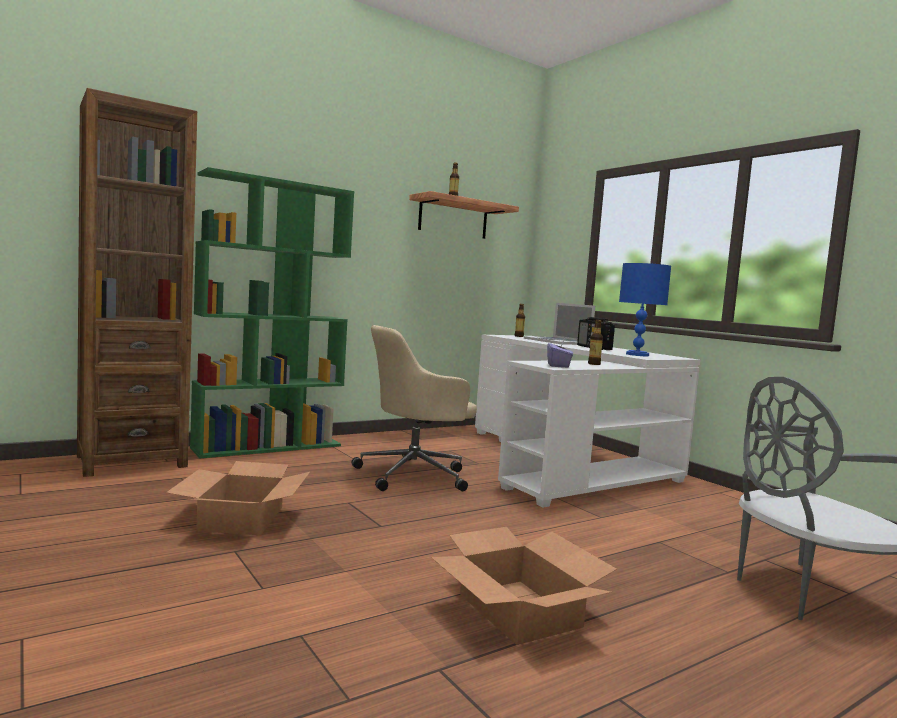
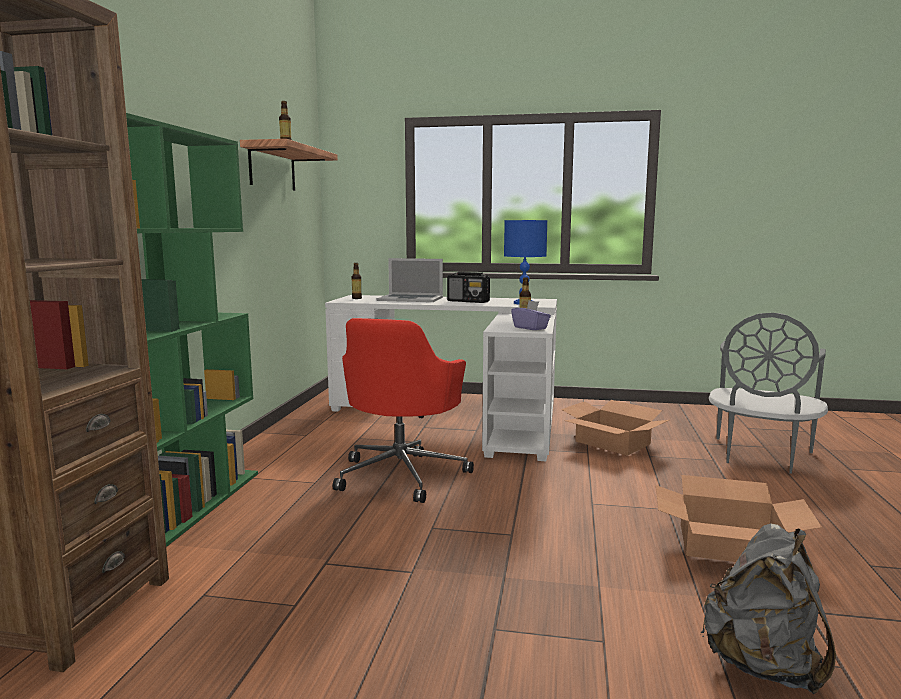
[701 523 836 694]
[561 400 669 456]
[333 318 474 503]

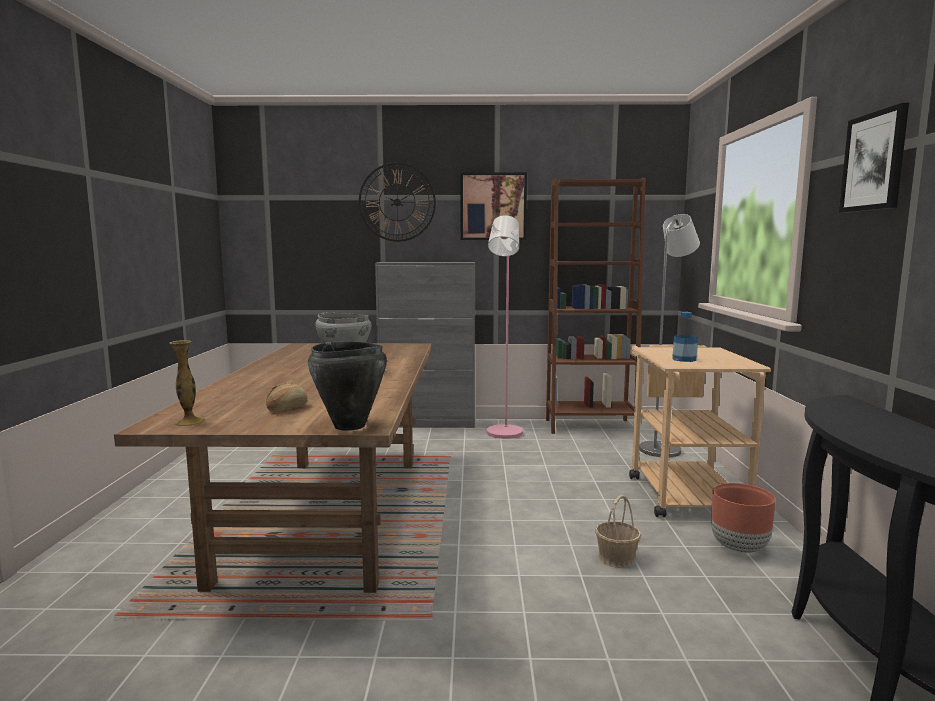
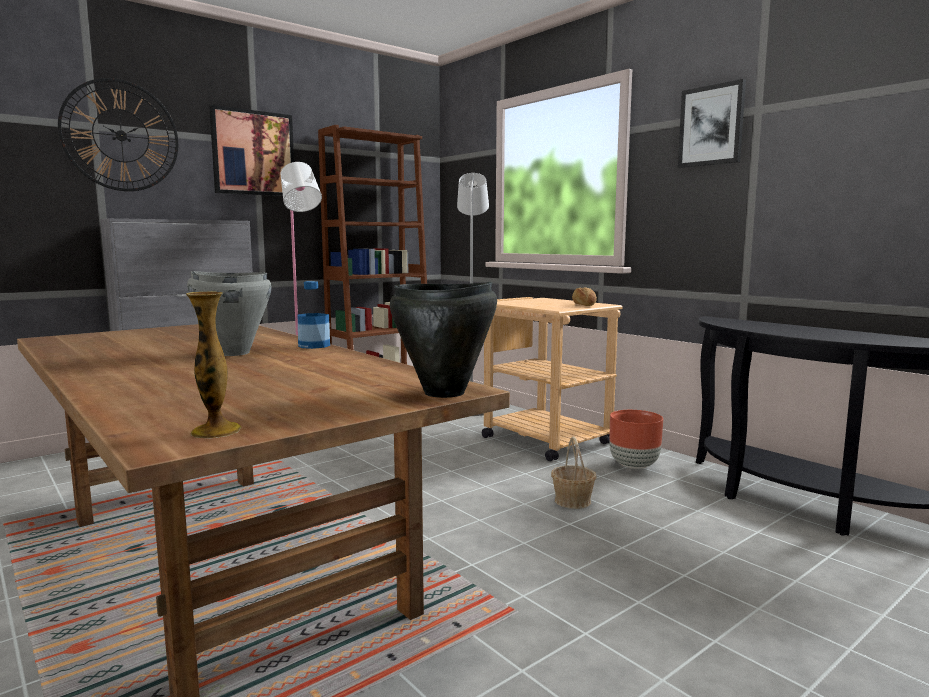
[572 287 597 306]
[298 281 330 349]

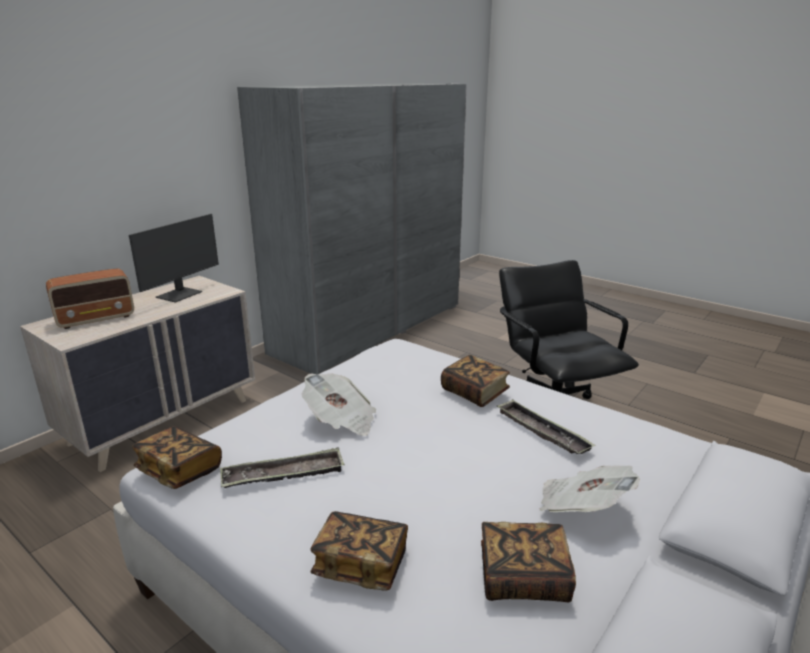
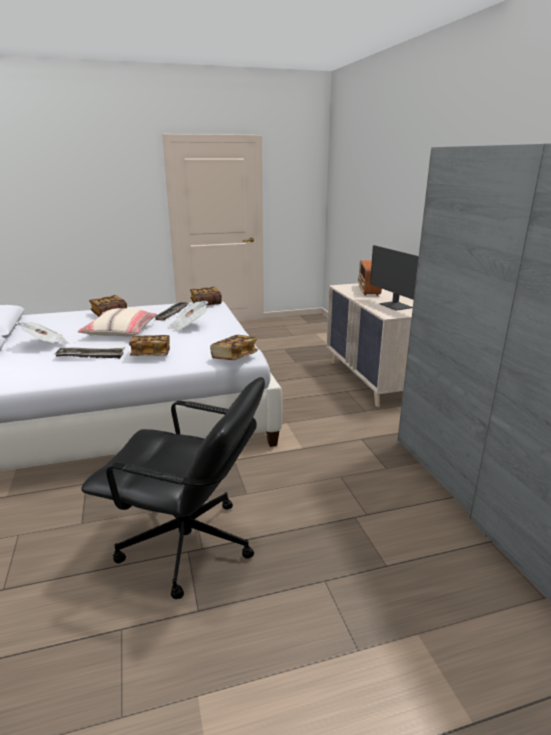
[77 308 157 337]
[210 335 258 360]

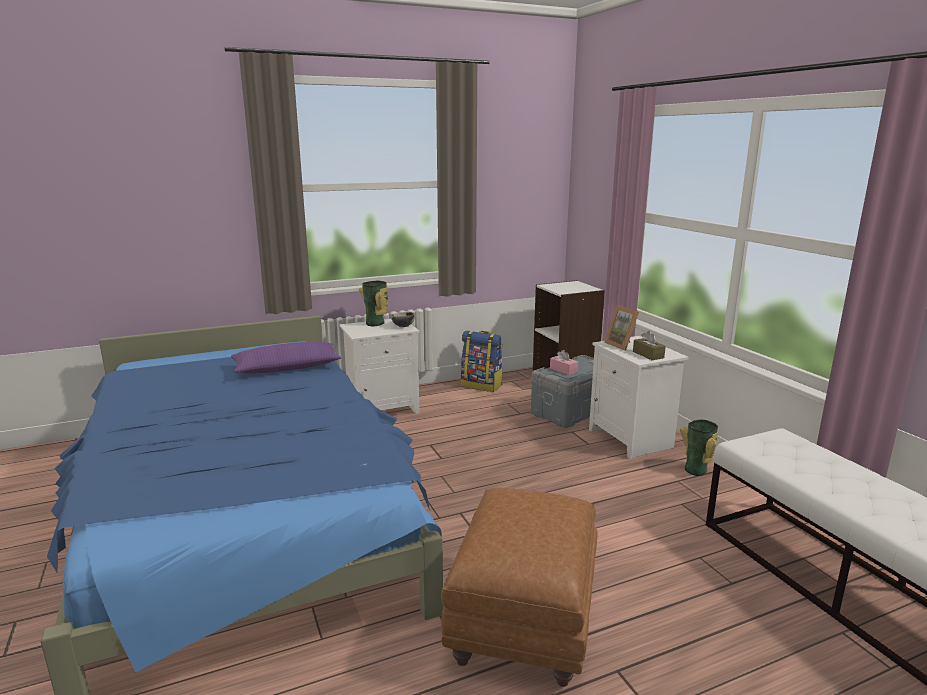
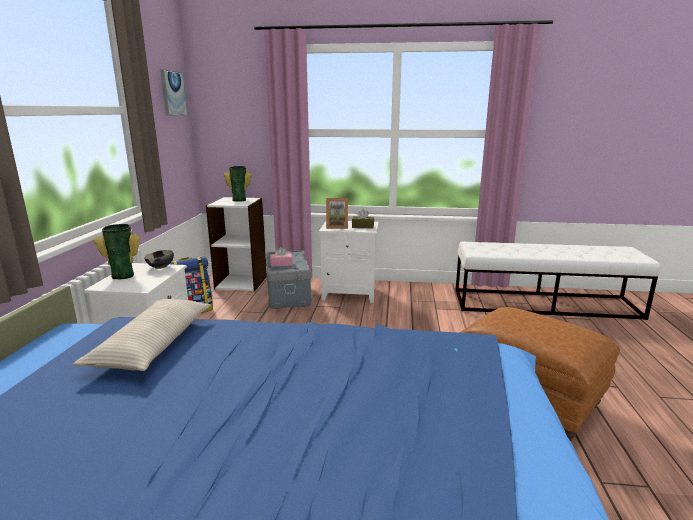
[160 69 188 116]
[224 166 252 202]
[73 299 211 371]

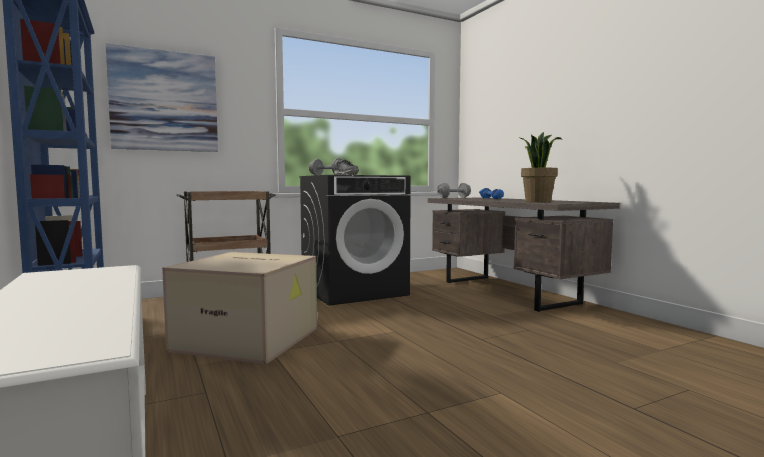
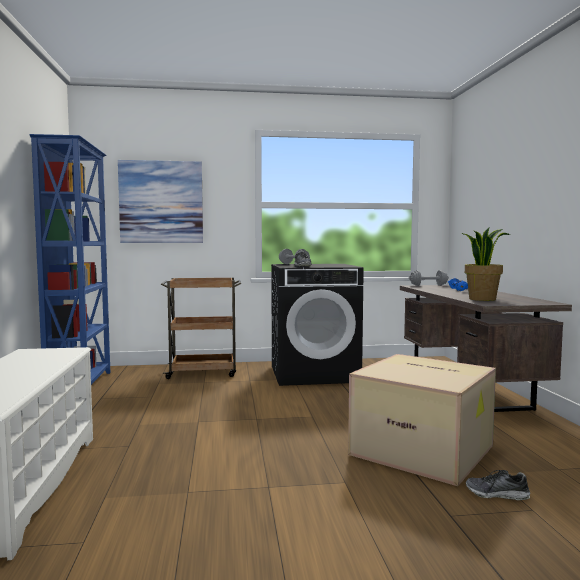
[466 470 530 500]
[348 354 496 486]

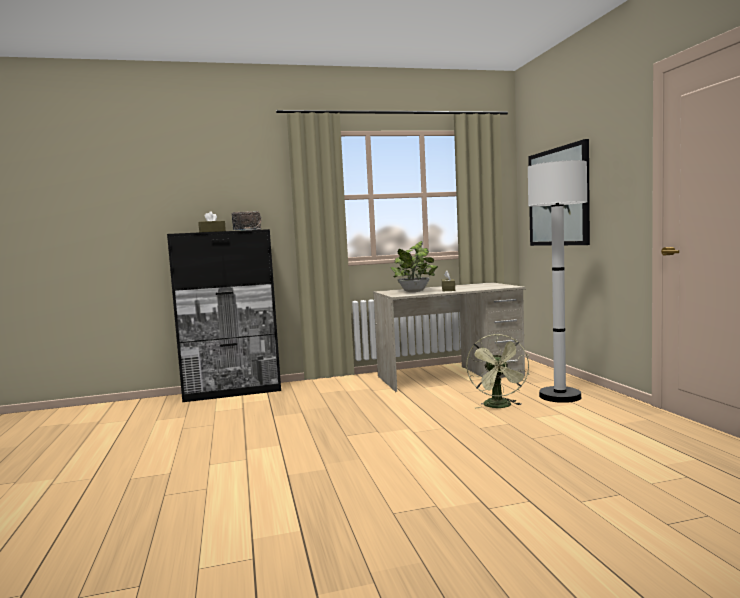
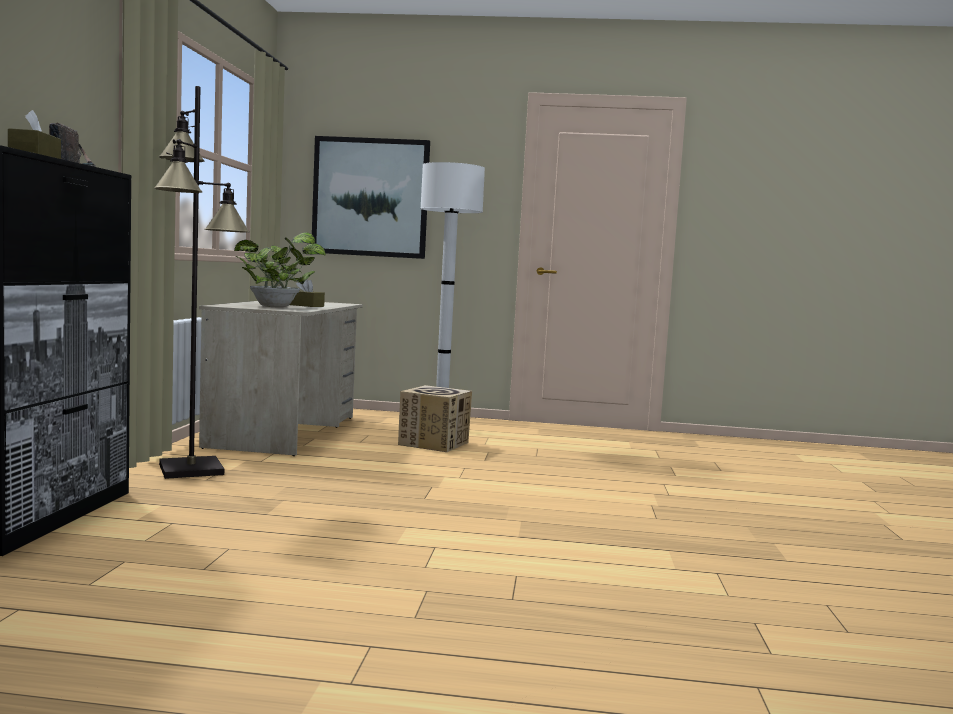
[154 86 250 479]
[398 385 472 452]

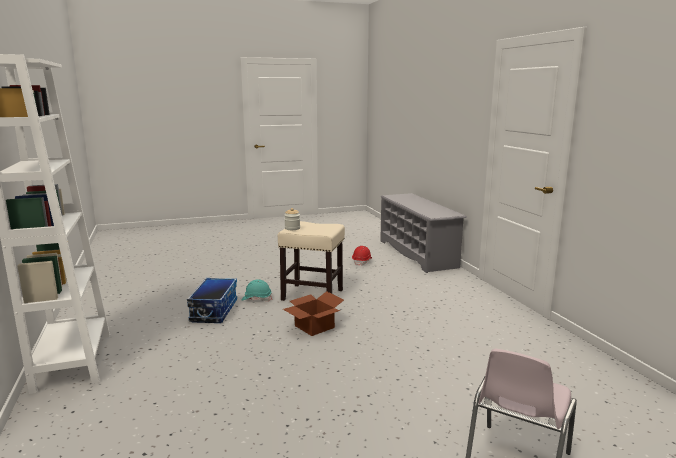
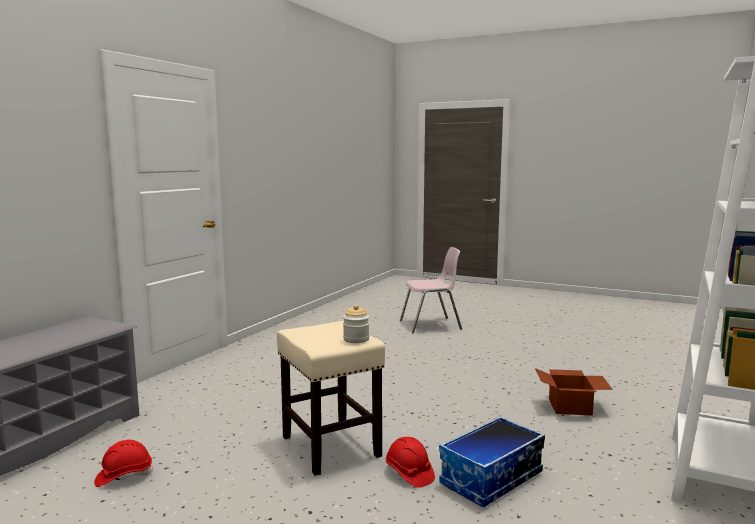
[535 368 613 415]
[385 437 435 488]

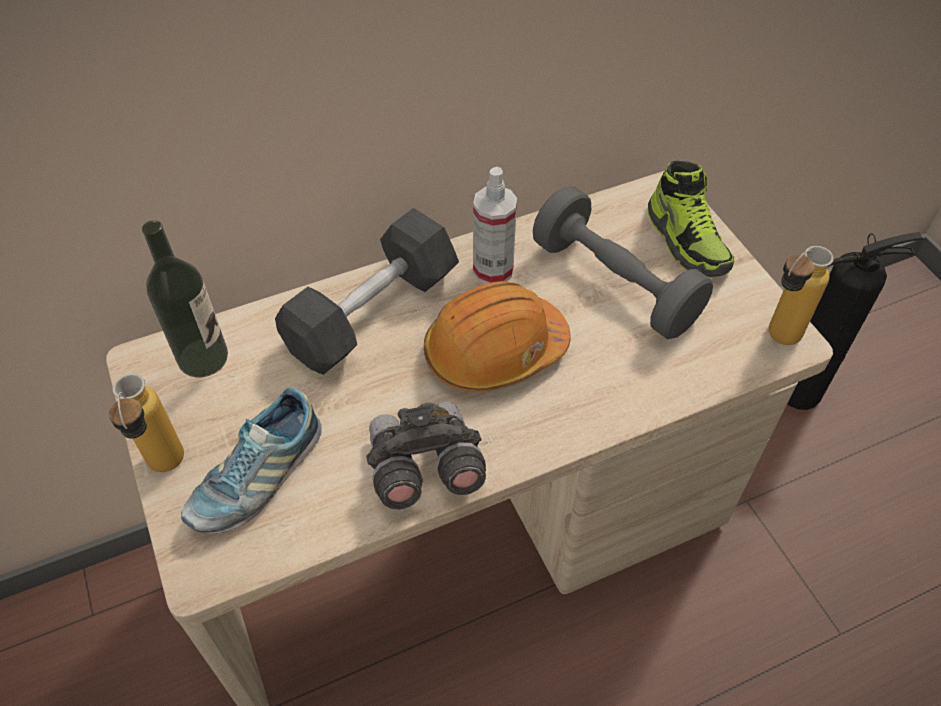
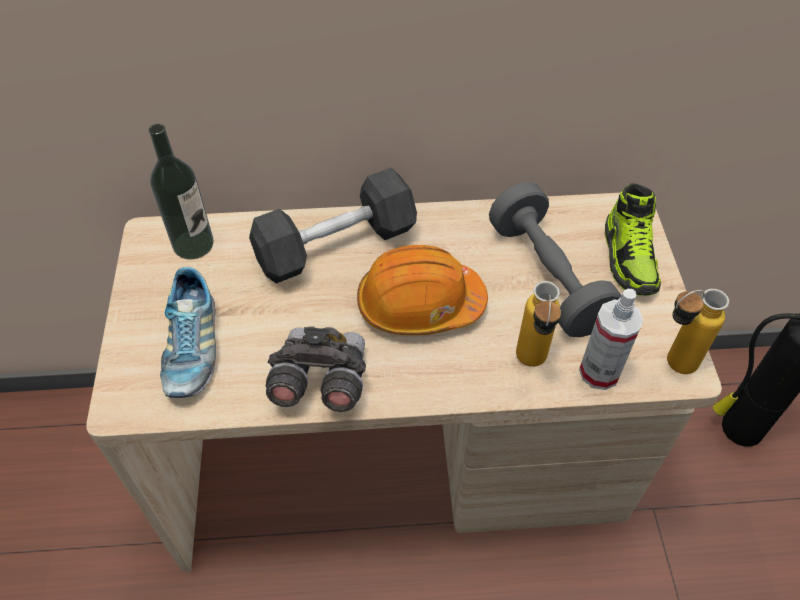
[516 281 561 367]
[579 289 644 390]
[160 267 216 398]

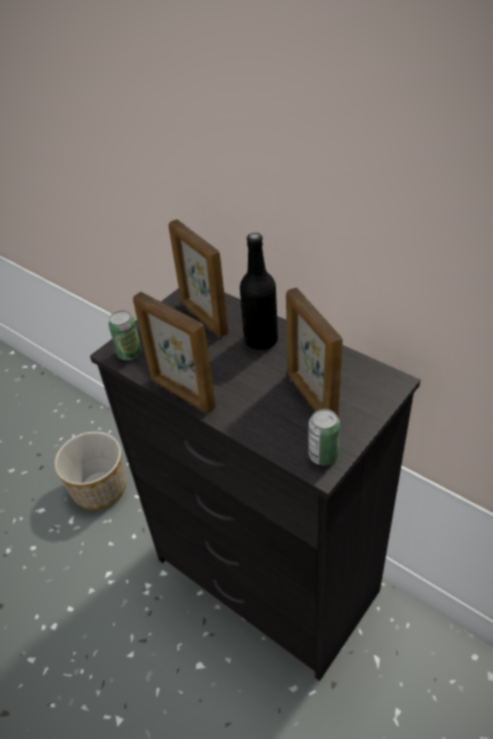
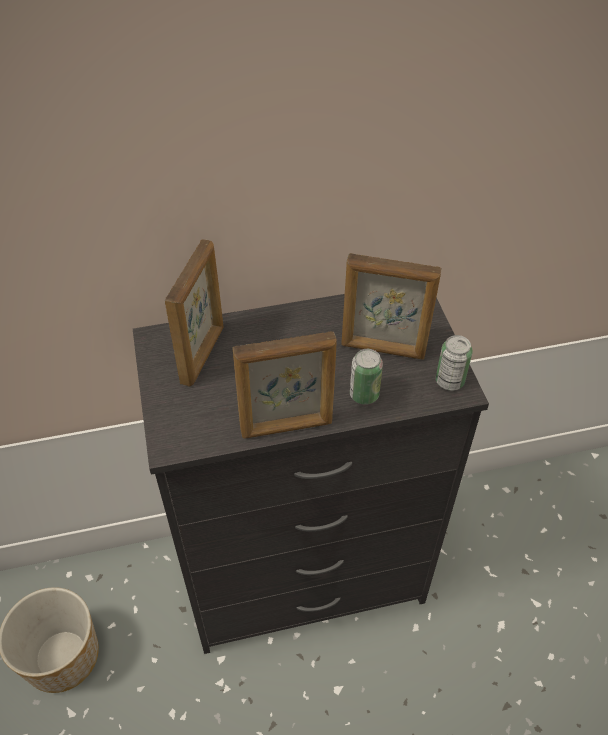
[240 233 278 350] (first image)
[350 349 383 405]
[165 239 224 387]

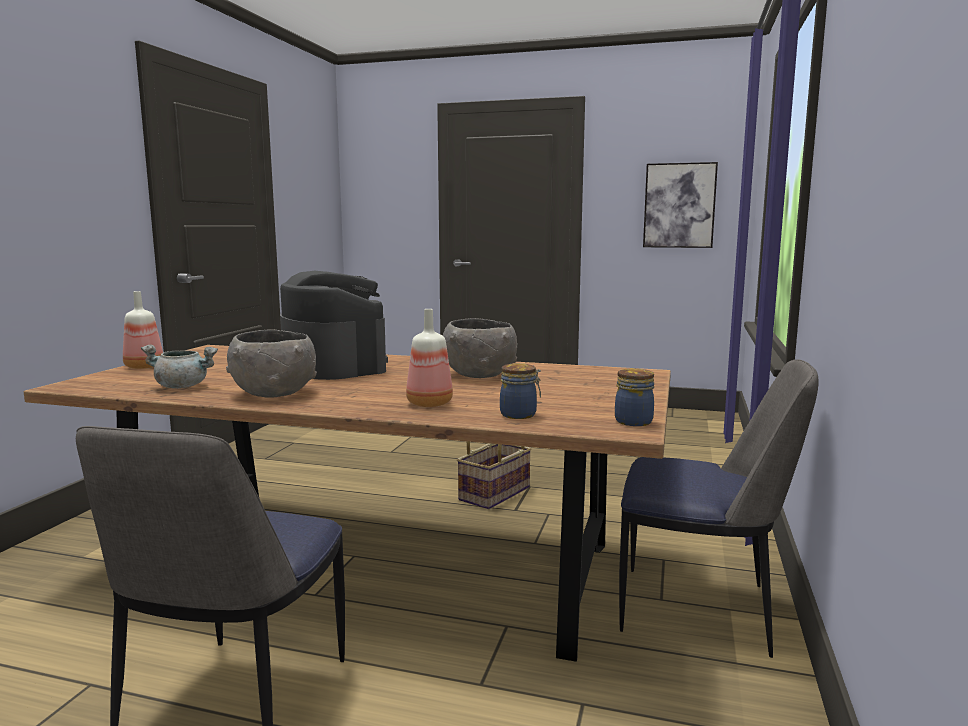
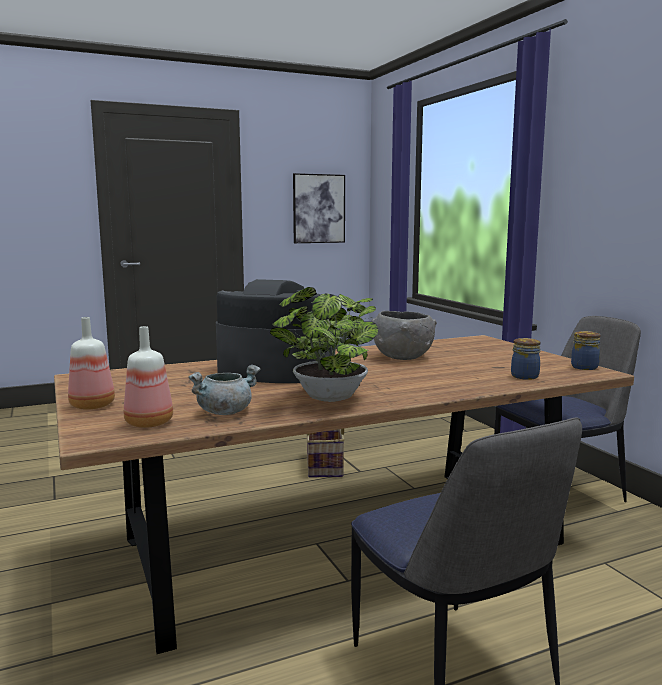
[124 326 173 428]
[270 287 378 402]

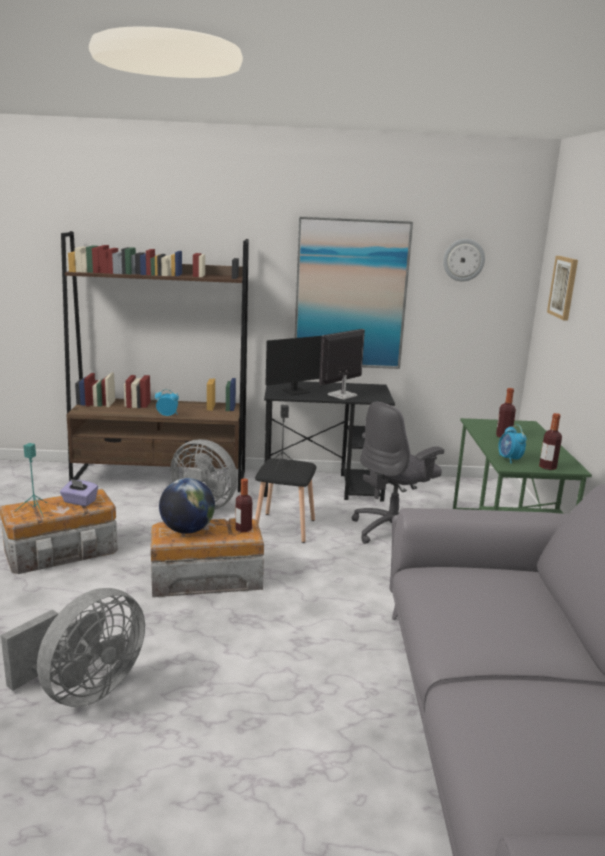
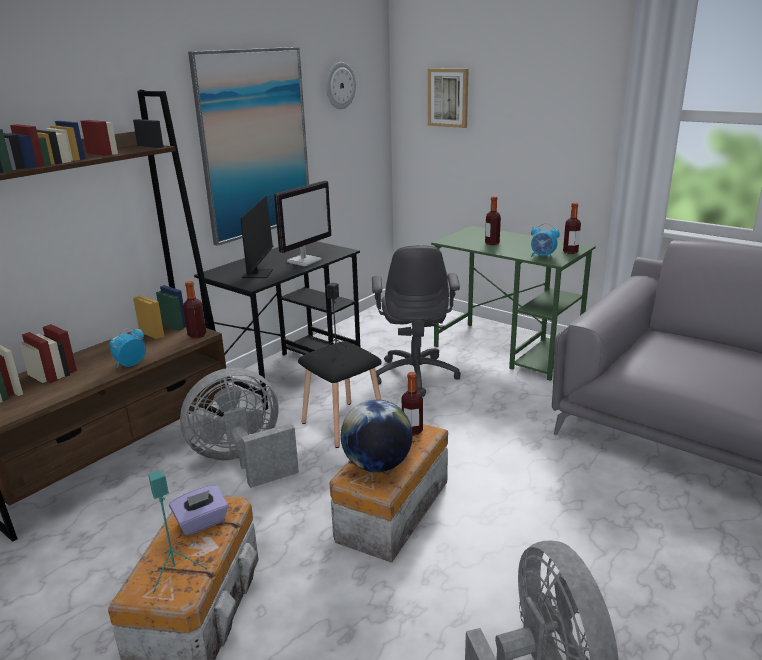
[183 281 206 338]
[274 180 331 266]

